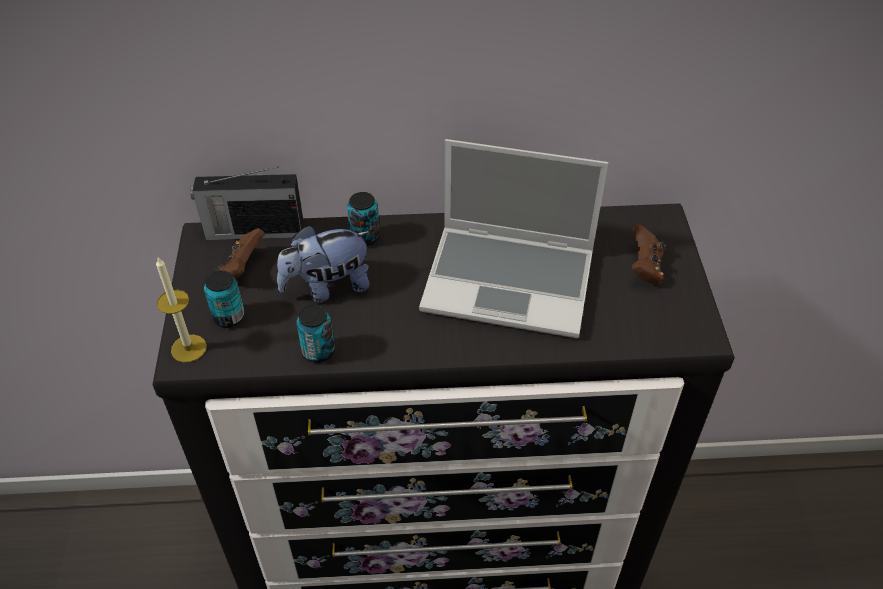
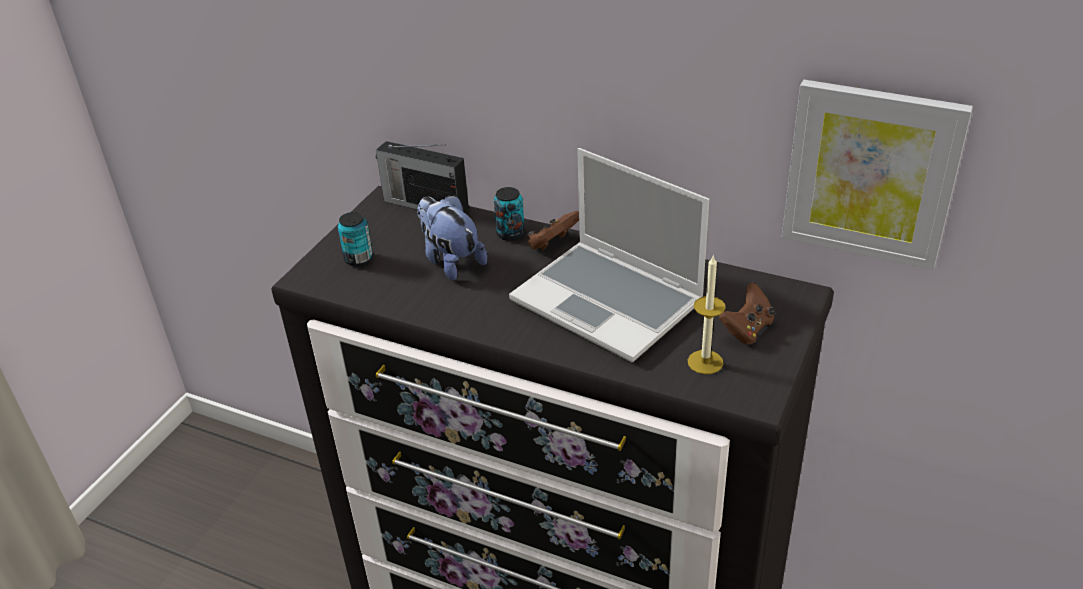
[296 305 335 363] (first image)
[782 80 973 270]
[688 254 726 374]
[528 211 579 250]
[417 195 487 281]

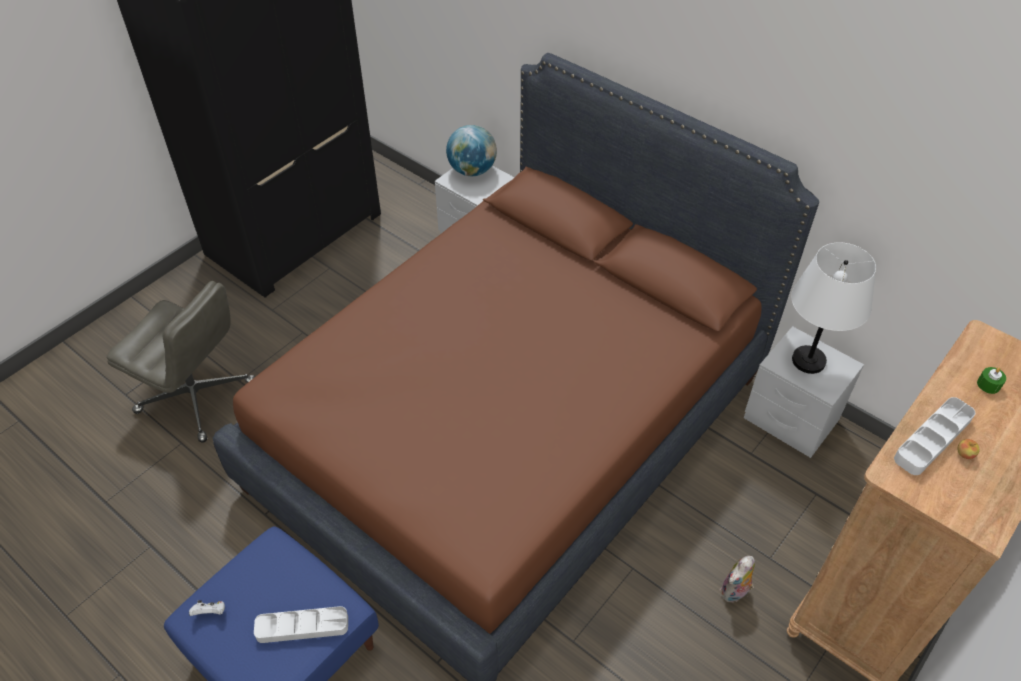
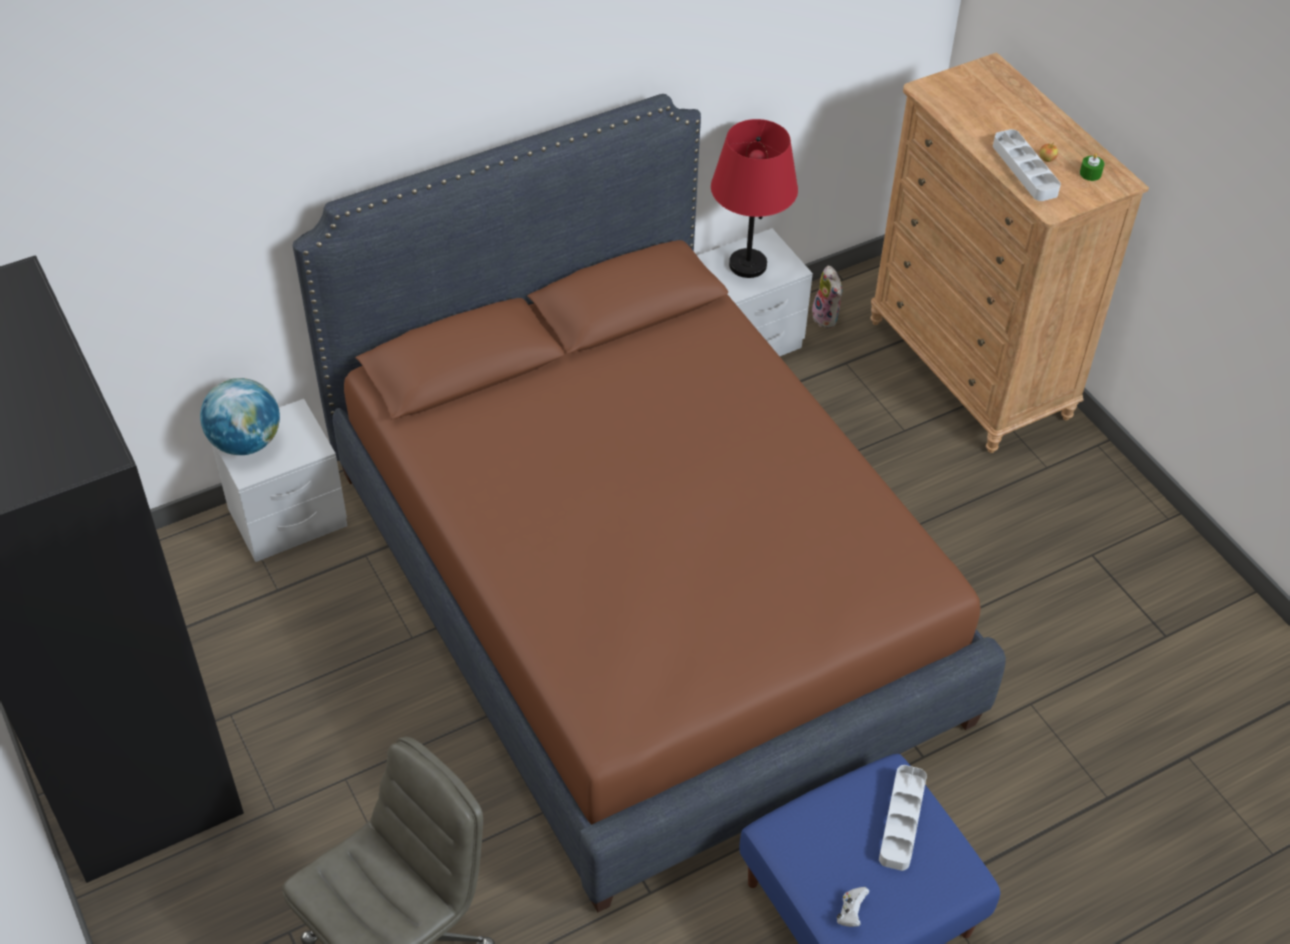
[812 266 844 328]
[1080 153 1104 181]
[711 119 798 278]

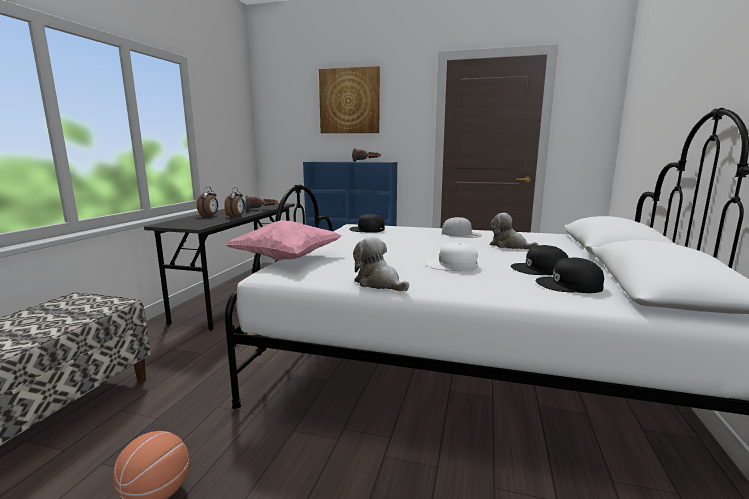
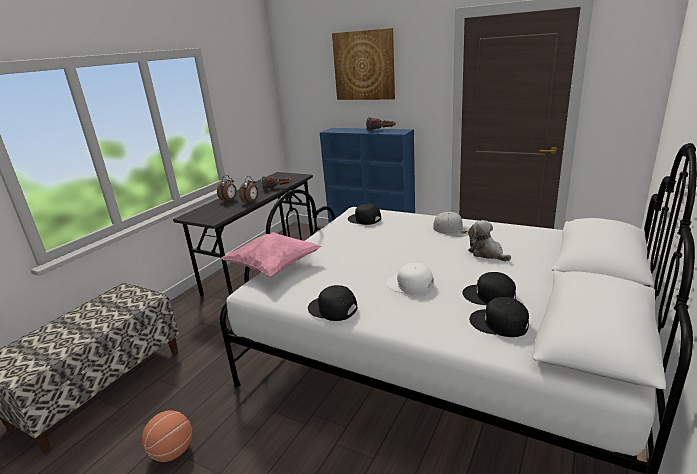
[308 285 357 321]

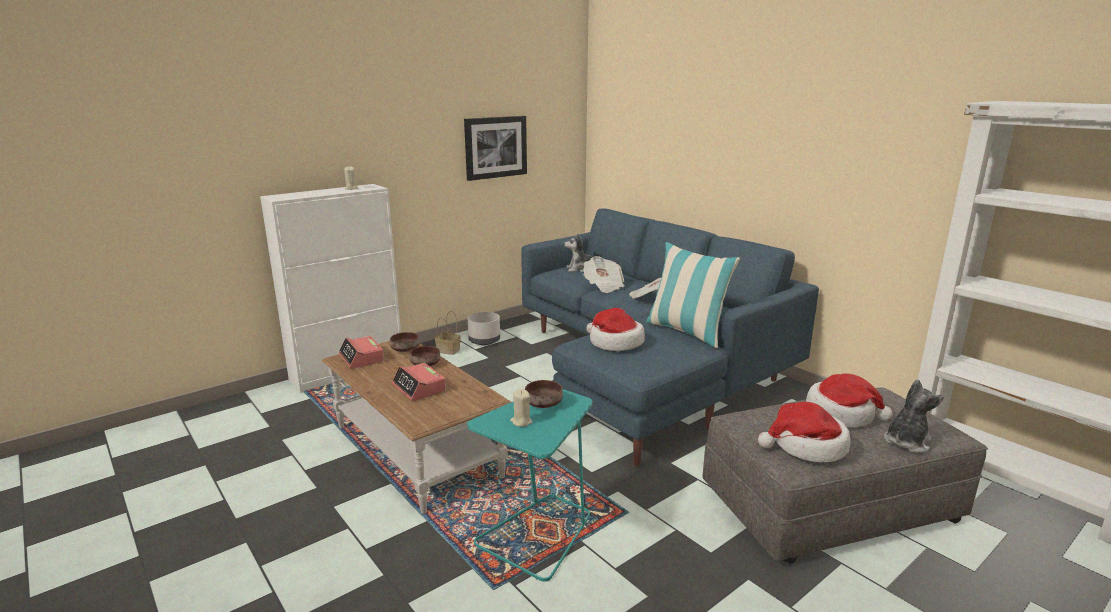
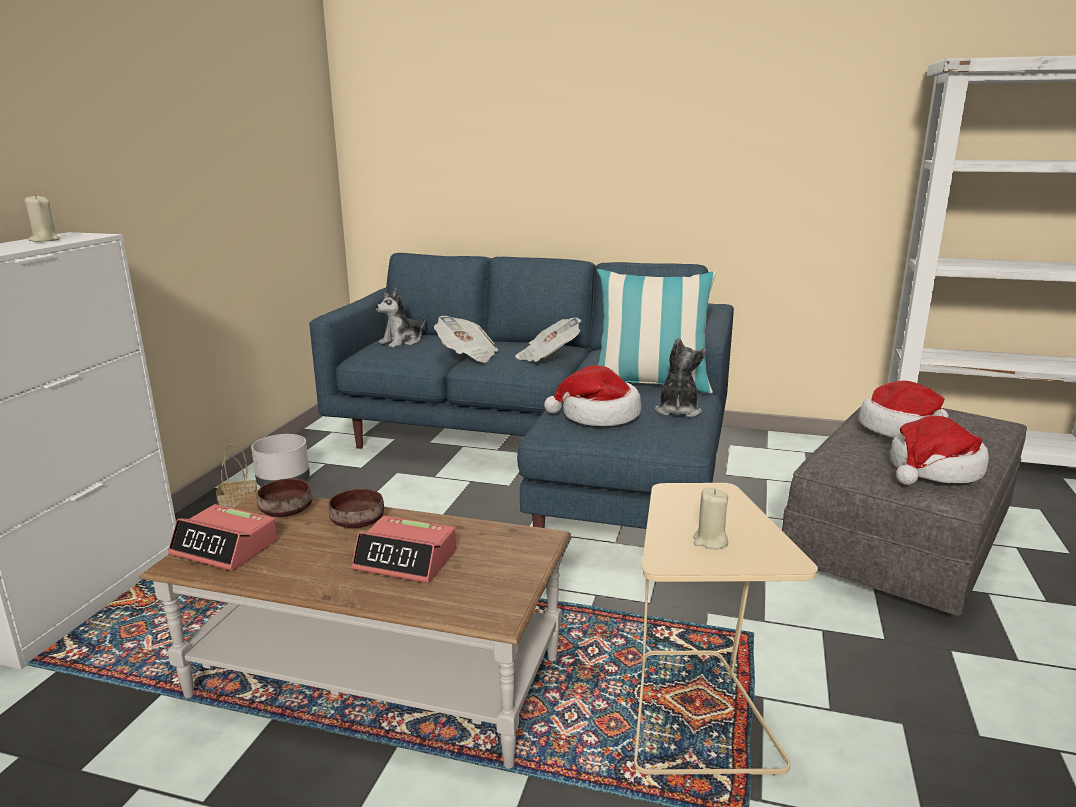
[464 116 527 181] (first image)
[525 380 563 408] (first image)
[655 338 707 417]
[634 483 818 776]

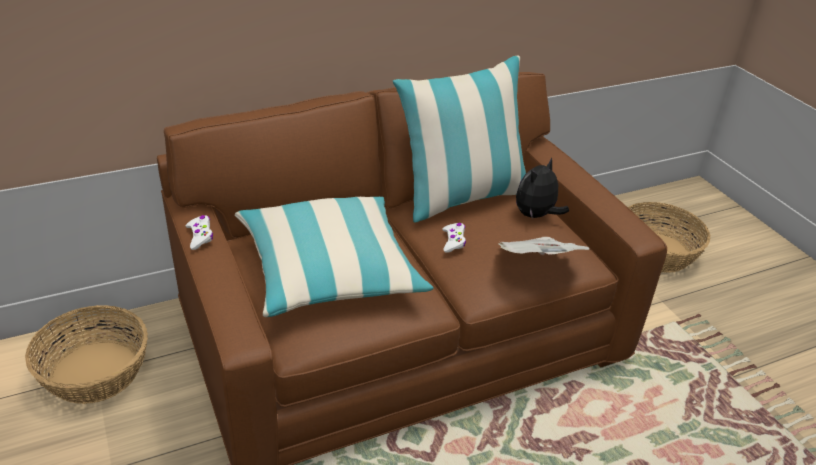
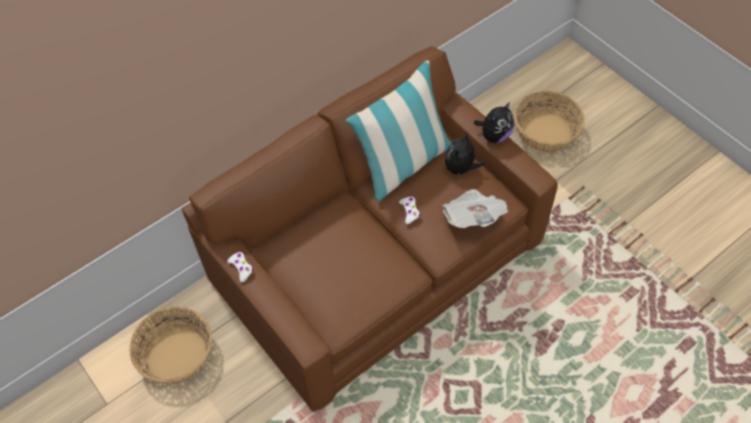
[235 197 434 317] (first image)
[474 102 514 143]

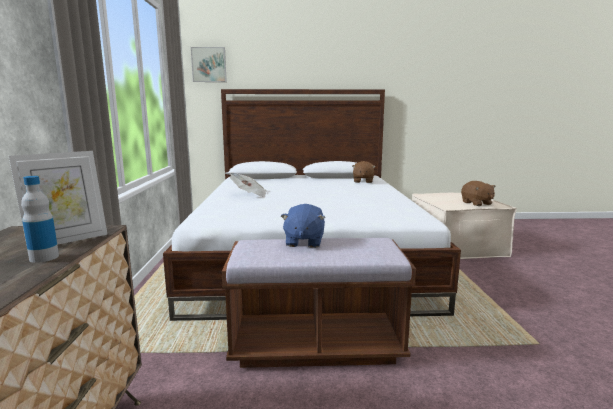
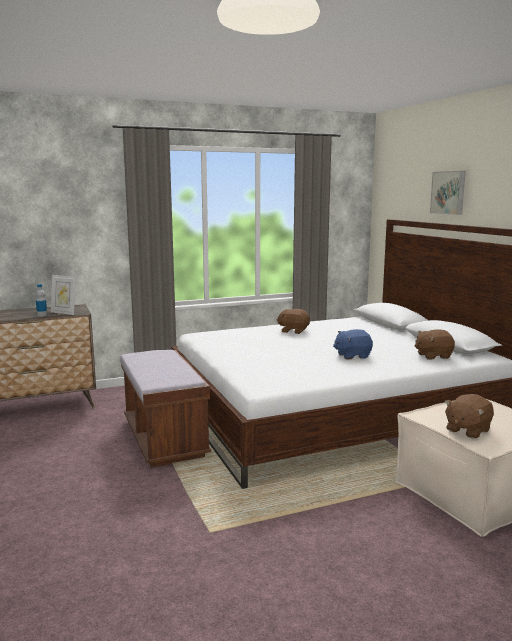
[430 171 466 215]
[333 329 373 360]
[277 309 310 334]

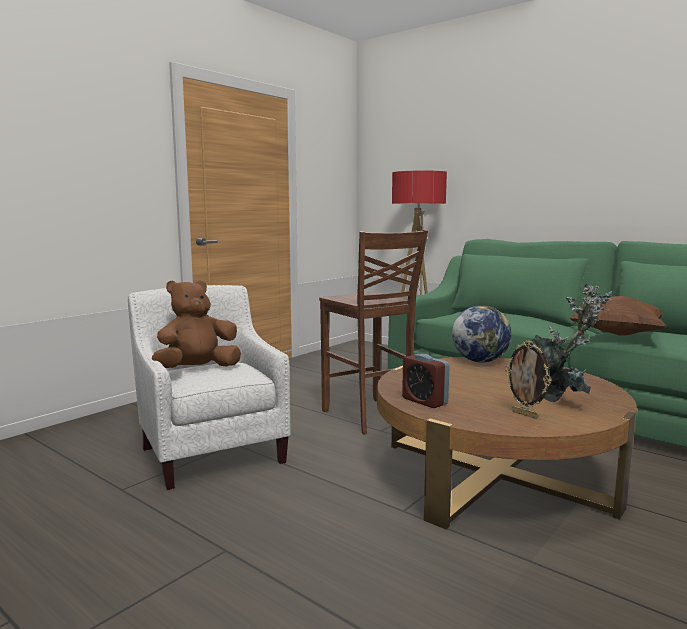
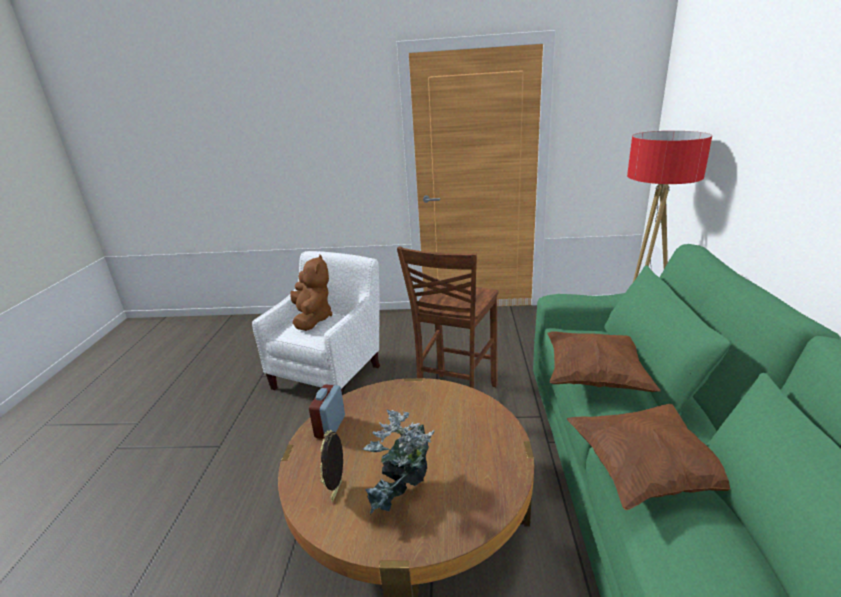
[452 305 512 363] (first image)
[547 331 661 392]
[290 255 333 331]

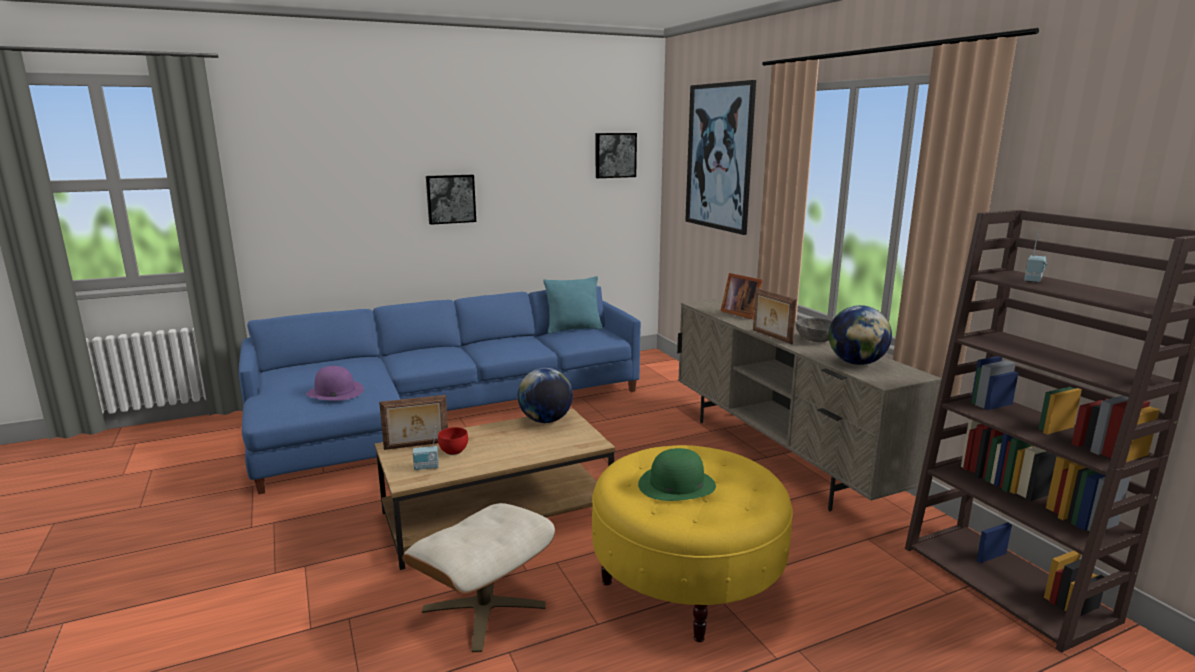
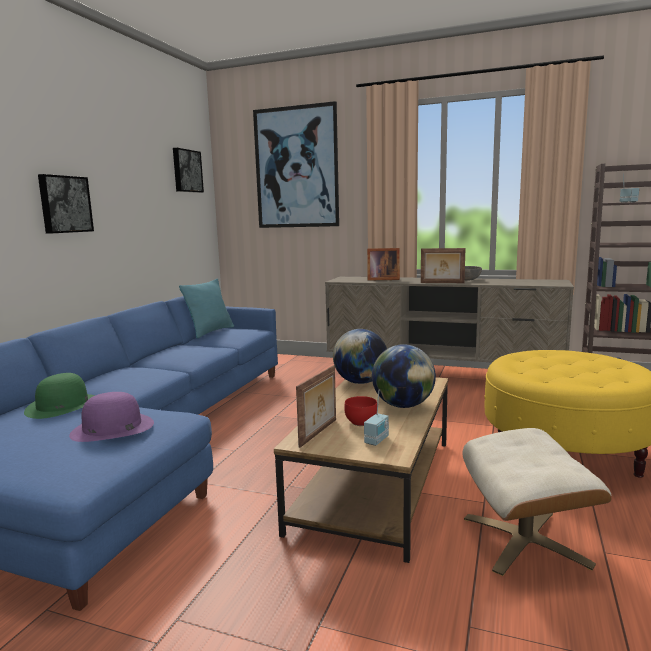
[24 373 95 419]
[372 344 436 408]

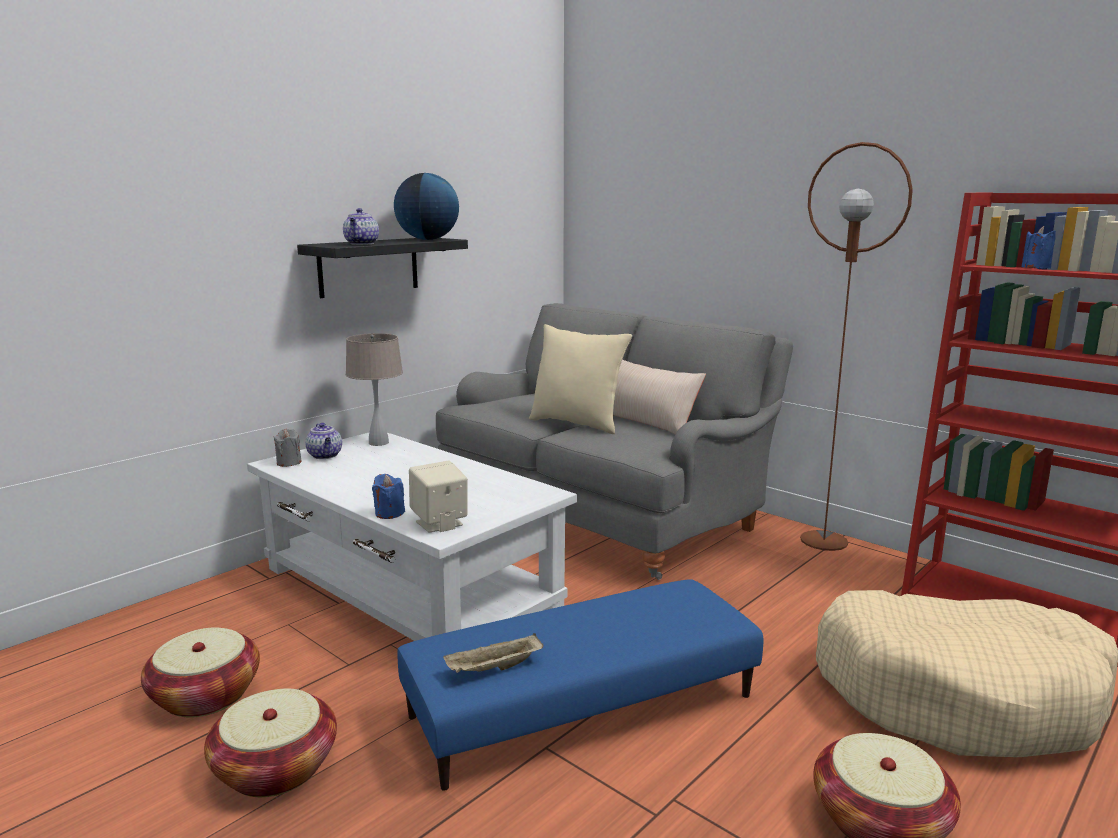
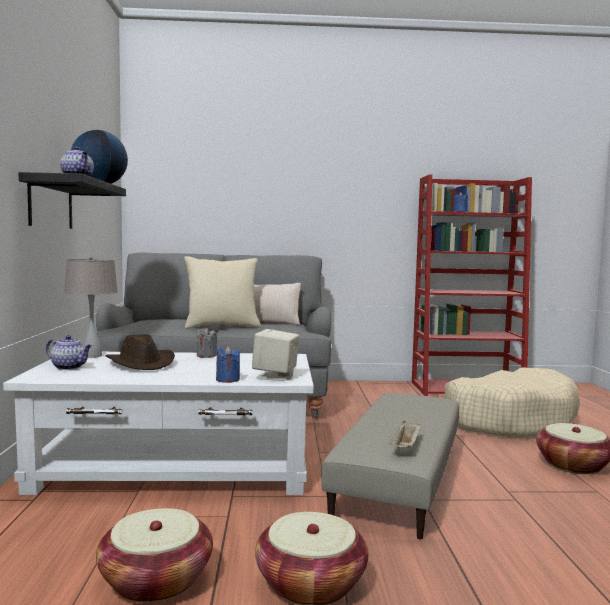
[800 142 913 551] (first image)
[105 334 175 370]
[197 327 217 358]
[321 393 459 540]

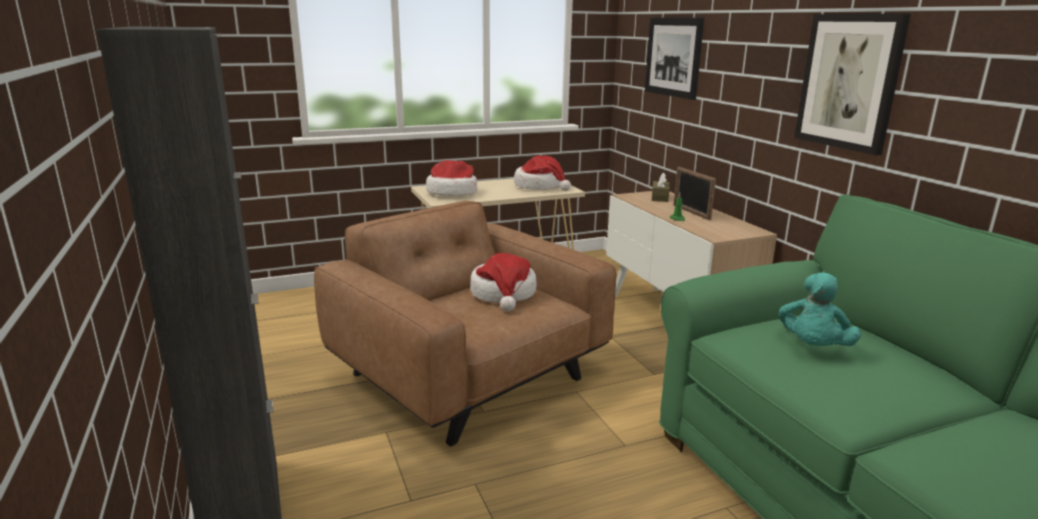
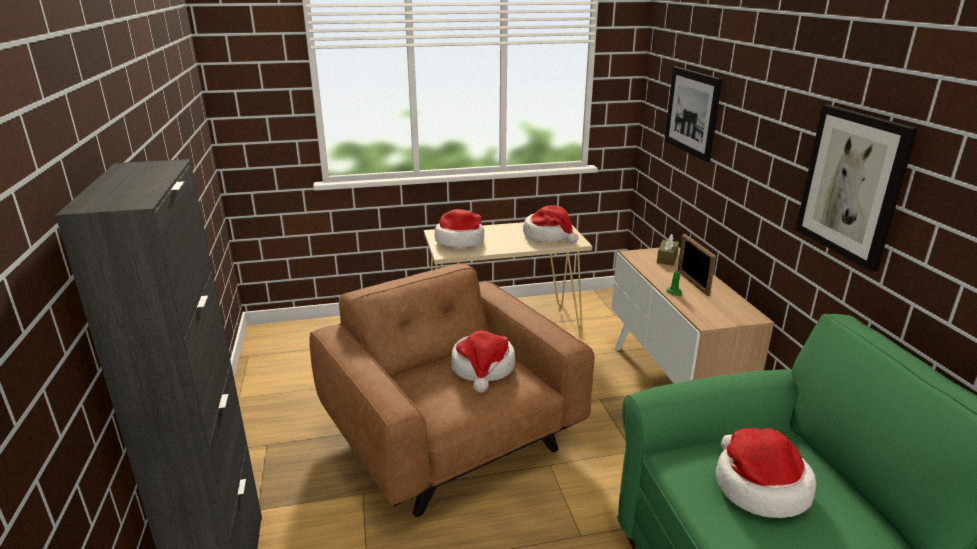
[716 428 816 518]

